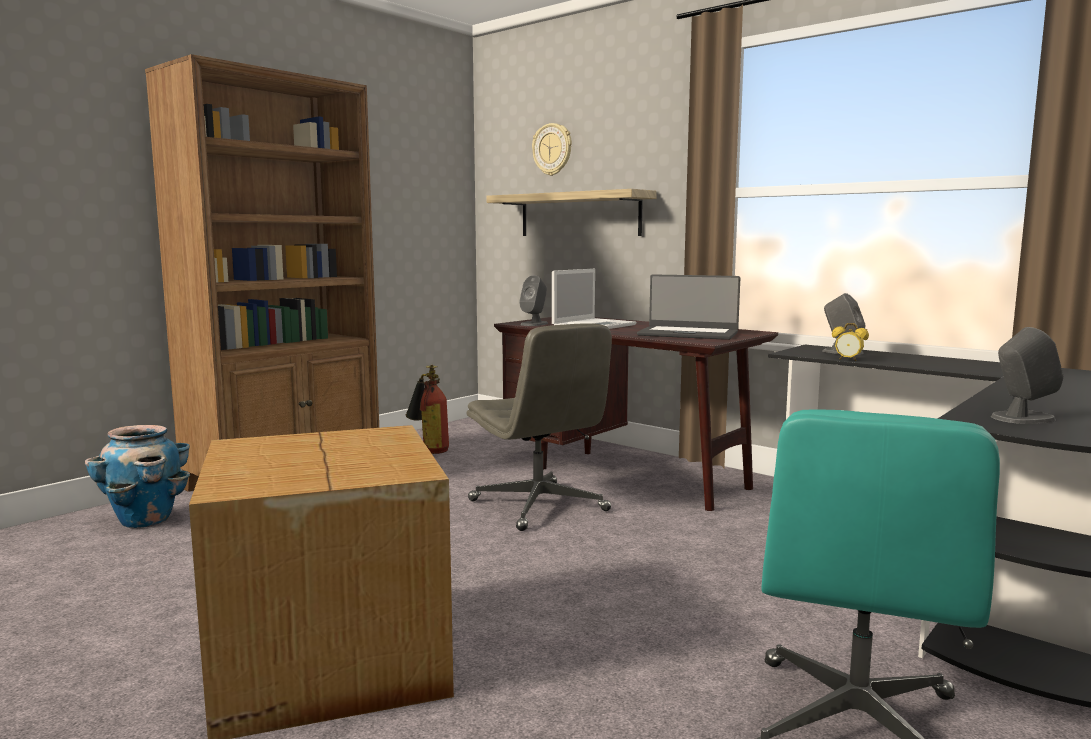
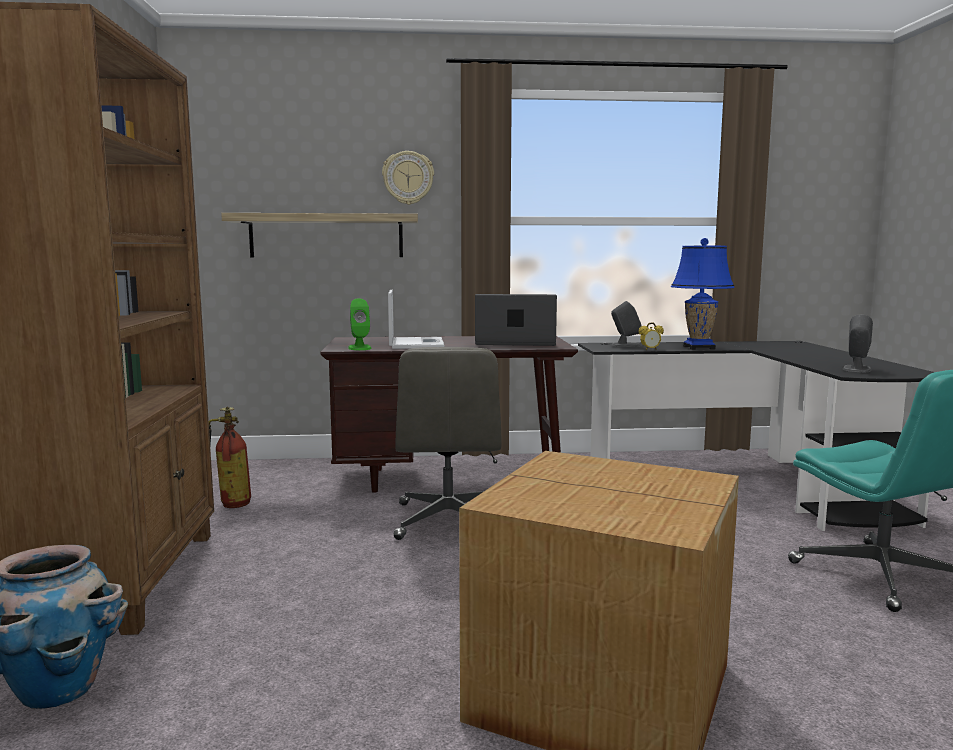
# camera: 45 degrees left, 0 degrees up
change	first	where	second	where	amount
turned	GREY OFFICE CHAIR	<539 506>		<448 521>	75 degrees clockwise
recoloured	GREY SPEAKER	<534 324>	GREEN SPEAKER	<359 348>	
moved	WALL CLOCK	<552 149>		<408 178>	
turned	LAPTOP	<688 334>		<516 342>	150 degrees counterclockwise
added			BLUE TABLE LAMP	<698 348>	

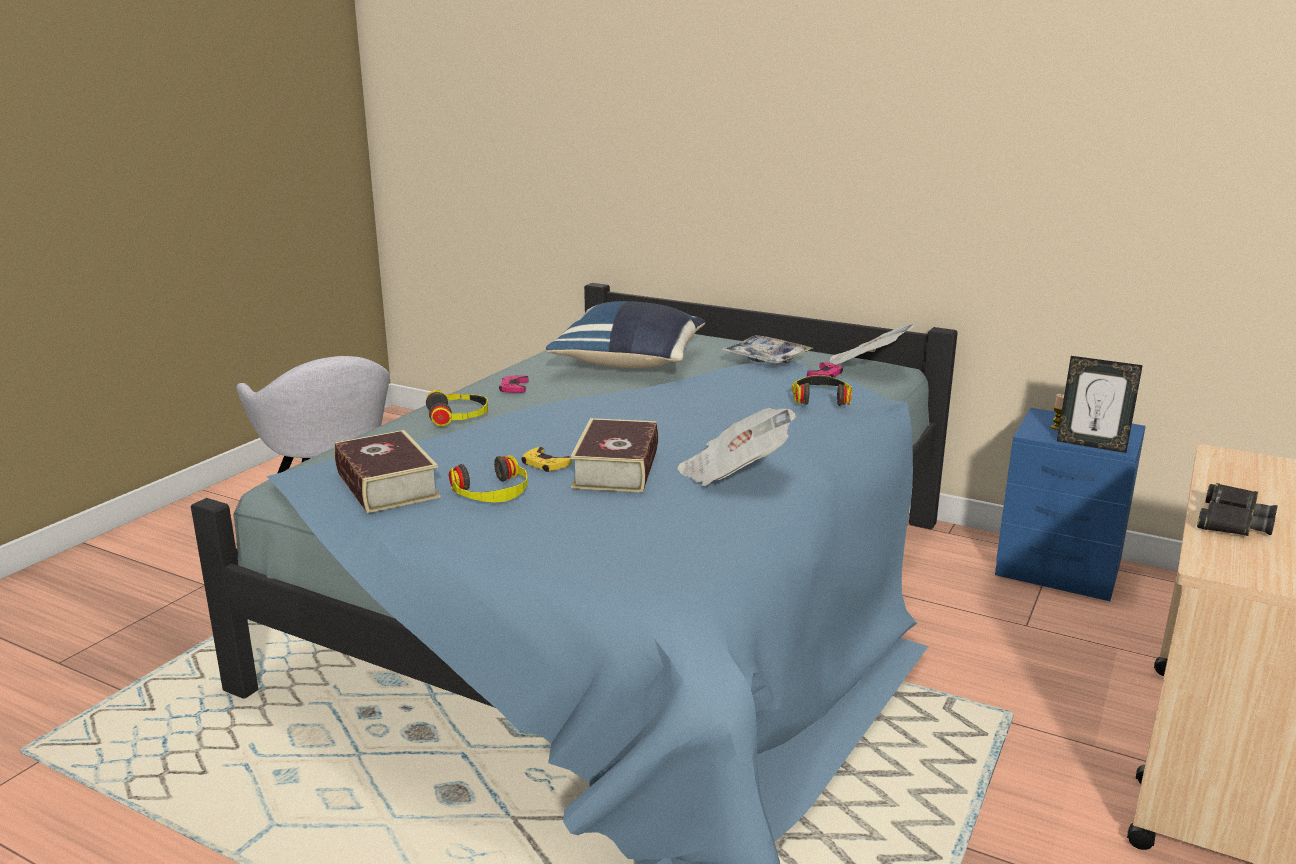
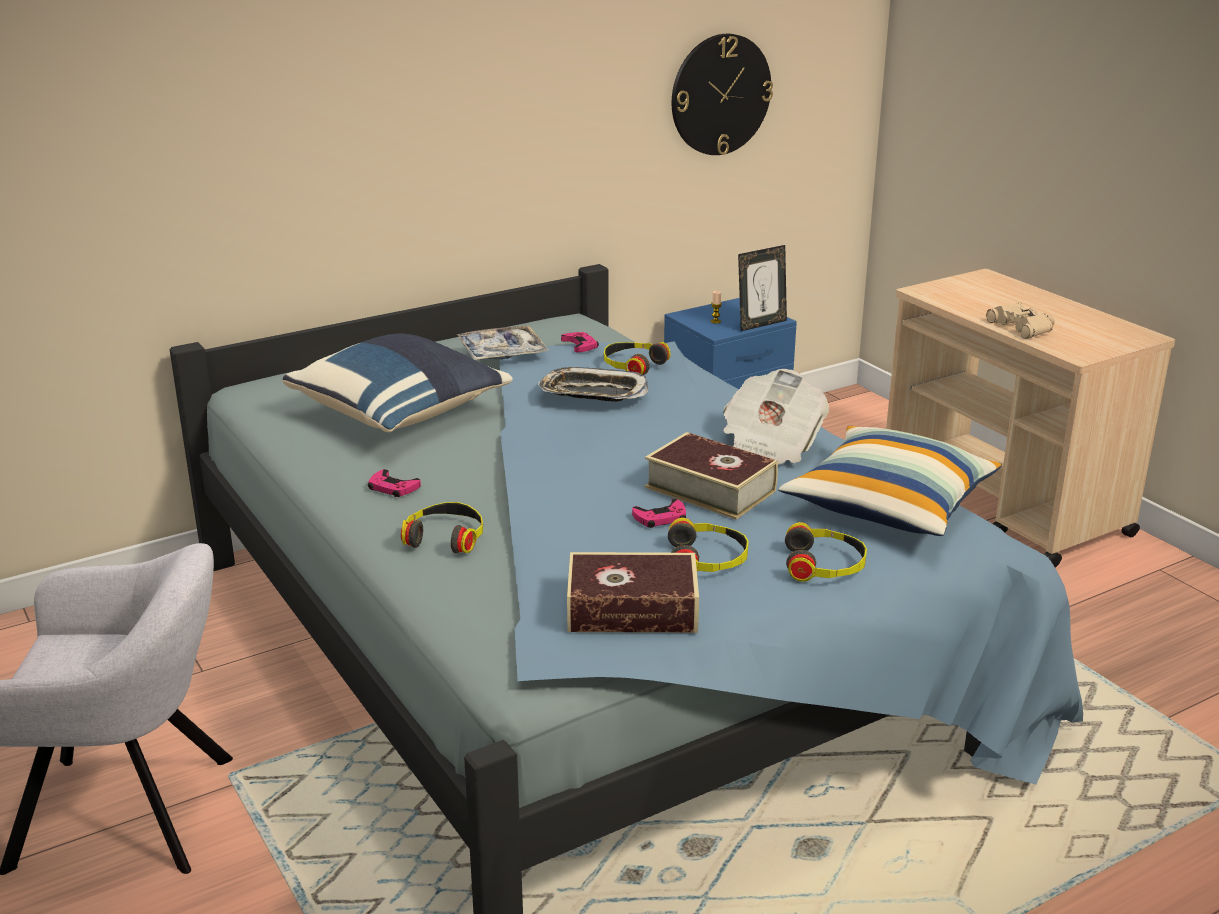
# camera: 60 degrees left, 5 degrees up
change	first	where	second	where	amount
recoloured	YELLOW GAME CONTROLLER	<545 464>	PINK GAME CONTROLLER	<660 518>	
removed	NEWSPAPER	<866 367>			
recoloured	BLACK BINOCULARS	<1231 520>	BEIGE BINOCULARS	<1021 327>	
added			TRAY	<593 393>	
added			WALL CLOCK	<720 94>	
added			PILLOW	<889 505>	
added			HEADPHONES	<824 565>	

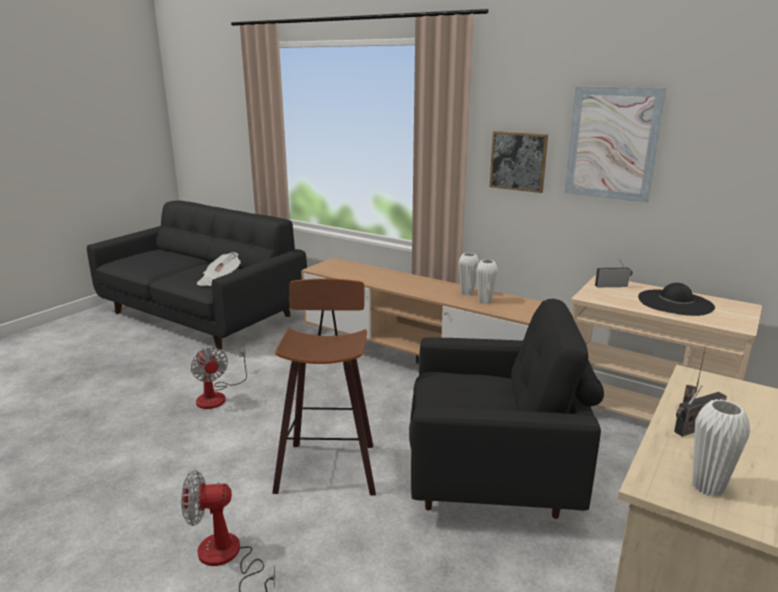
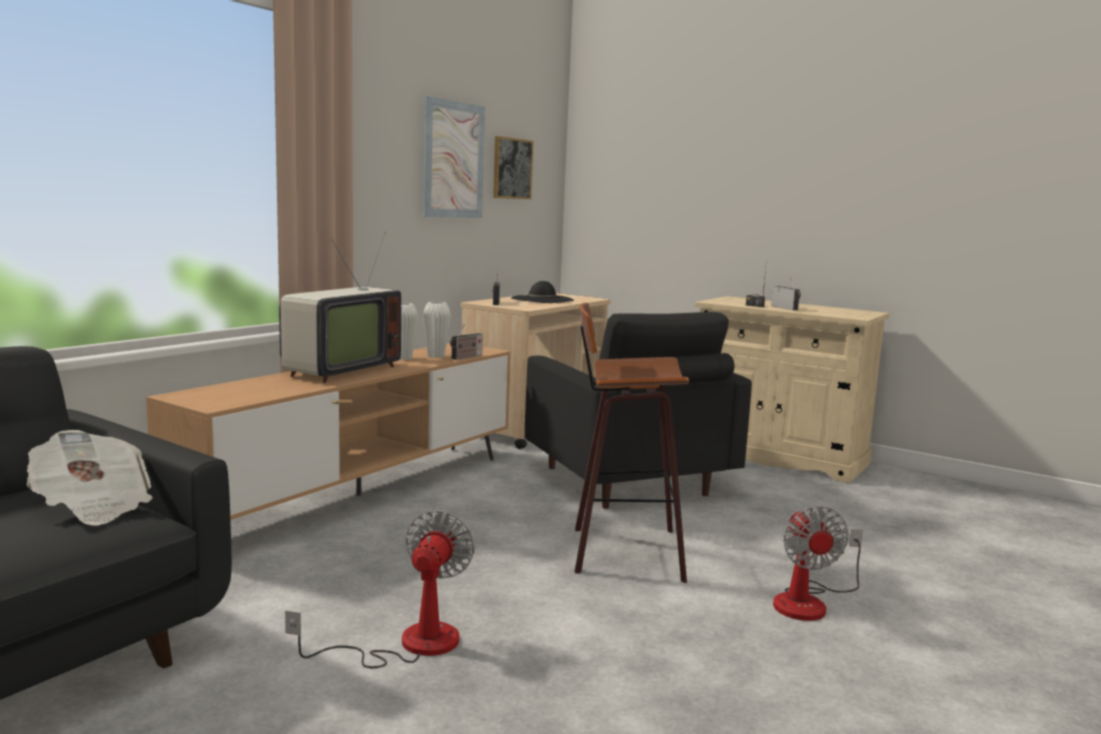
# camera: 90 degrees left, 10 degrees down
change	first	where	second	where	amount
turned	FAN	<217 395>		<408 645>	45 degrees counterclockwise
turned	BLACK ARMCHAIR	<492 476>		<627 482>	150 degrees clockwise
moved	PICTURE	<518 161>		<512 168>	
removed	WHITE VASE	<707 487>			
added			TELEVISION	<338 370>	
added			RADIO	<466 357>	

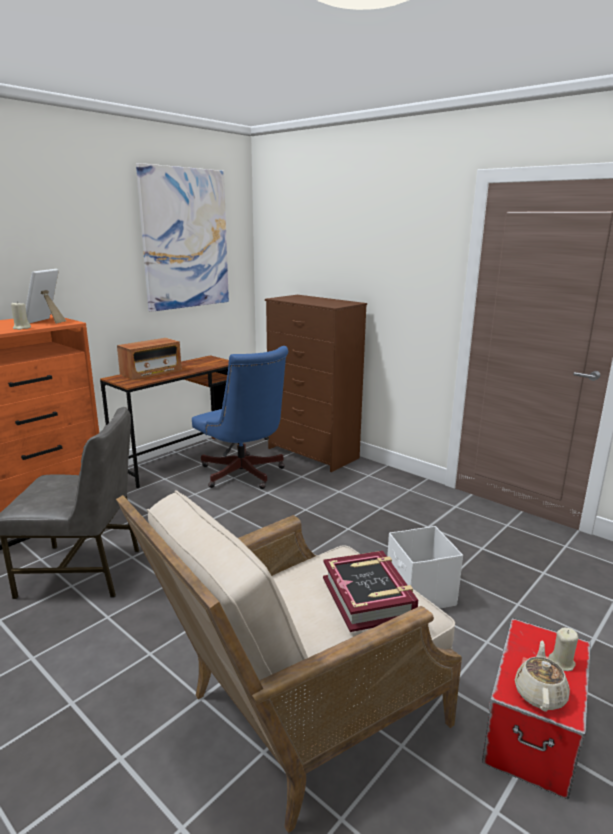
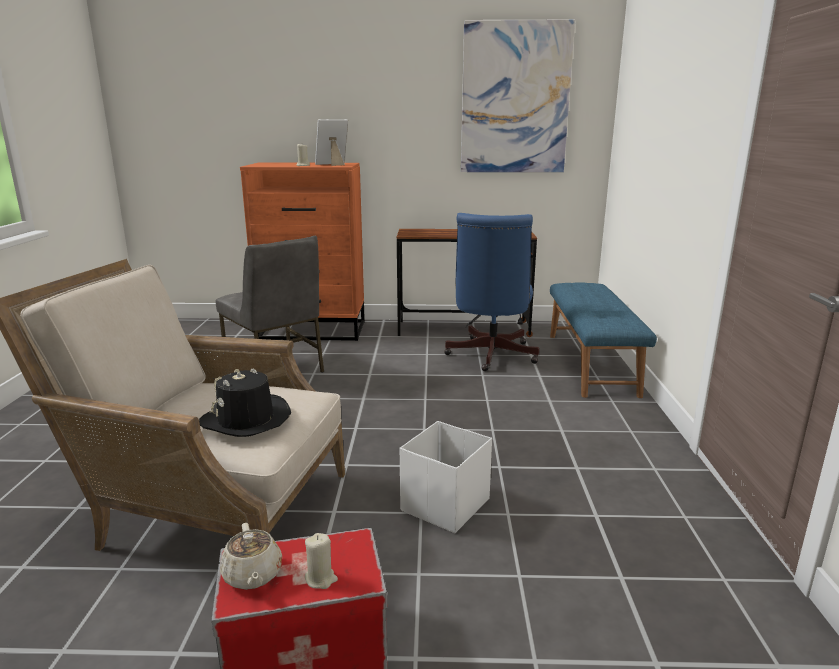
# camera: 50 degrees right, 0 degrees up
change	first	where	second	where	amount
removed	RADIO	<151 373>			
replaced	BROWN DRESSER	<313 453>	BLUE BENCH	<591 363>	
replaced	BOOK	<368 598>	BLACK HAT	<246 419>	
turned	BEIGE TEAPOT	<540 694>		<252 575>	90 degrees clockwise

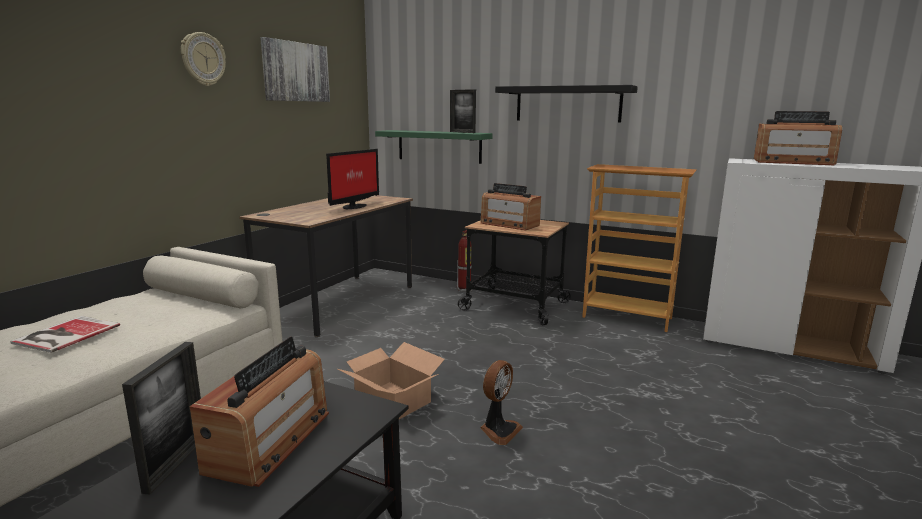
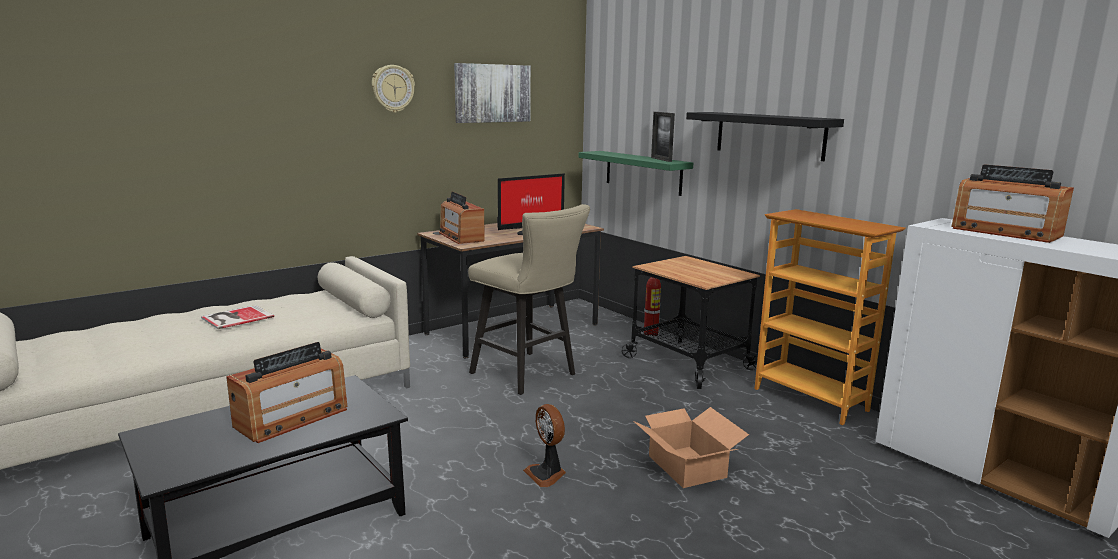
# camera: 25 degrees right, 0 degrees up
change	first	where	second	where	amount
removed	PICTURE FRAME	<176 463>			
moved	CARDBOARD BOX	<392 401>		<686 467>	
turned	FAN	<499 430>		<547 474>	90 degrees clockwise
moved	RADIO	<509 224>		<461 237>	
added			BEIGE STOOL	<528 375>	

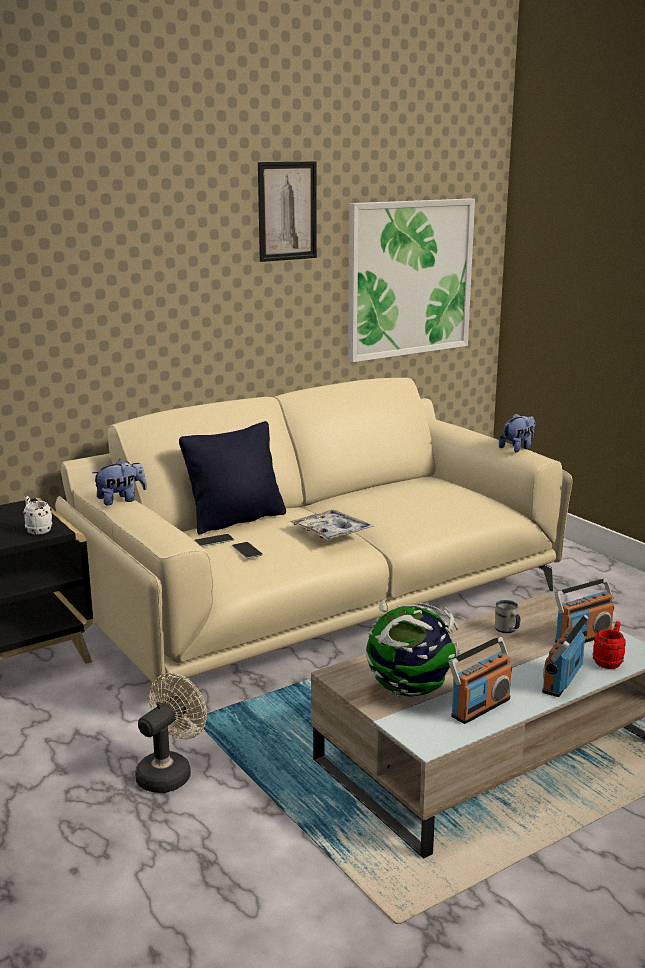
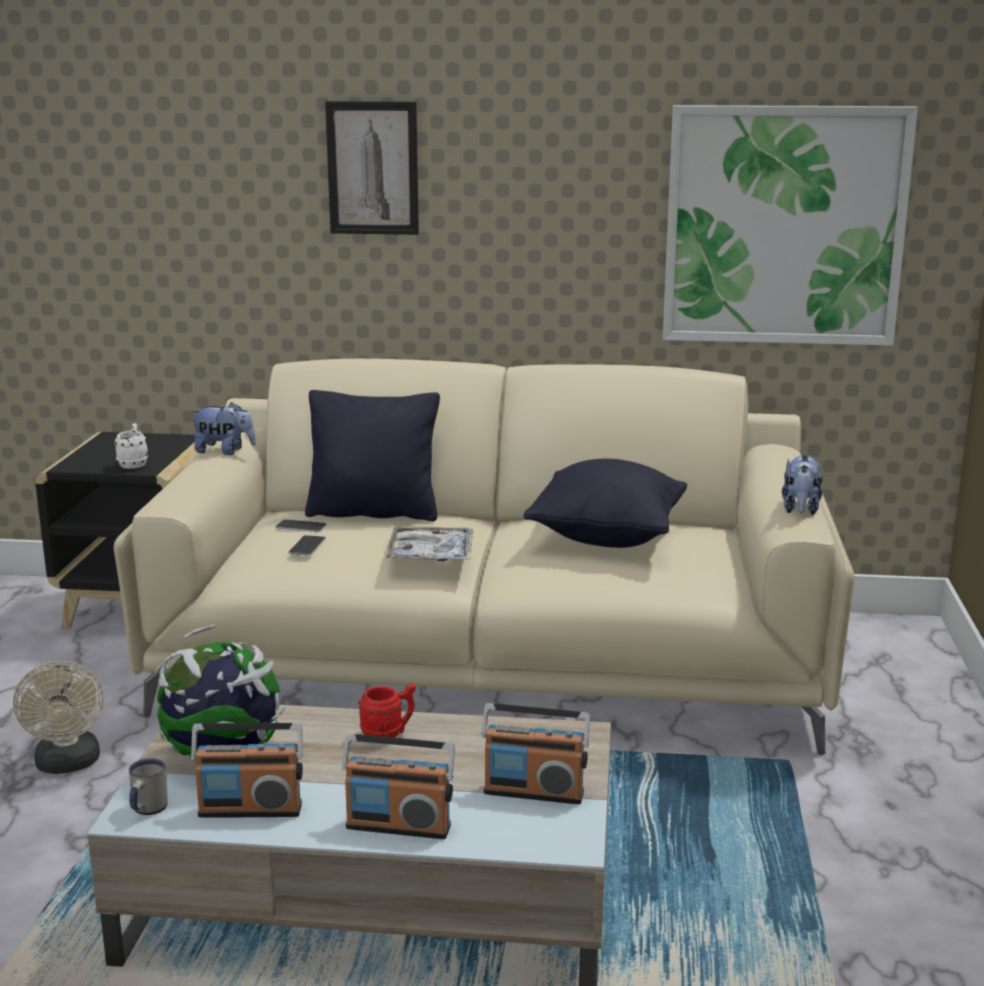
# camera: 40 degrees right, 0 degrees up
change	first	where	second	where	amount
turned	BEIGE FAN	<169 772>		<68 765>	90 degrees clockwise
moved	PICTURE	<287 211>		<373 168>	
moved	WHITE MUG	<507 631>		<146 810>	
turned	PLUSH TOY	<517 448>		<800 510>	105 degrees clockwise
turned	RADIO	<562 680>		<398 826>	150 degrees counterclockwise
moved	RED MUG	<609 661>		<388 734>	
added			BLACK PILLOW	<607 537>	

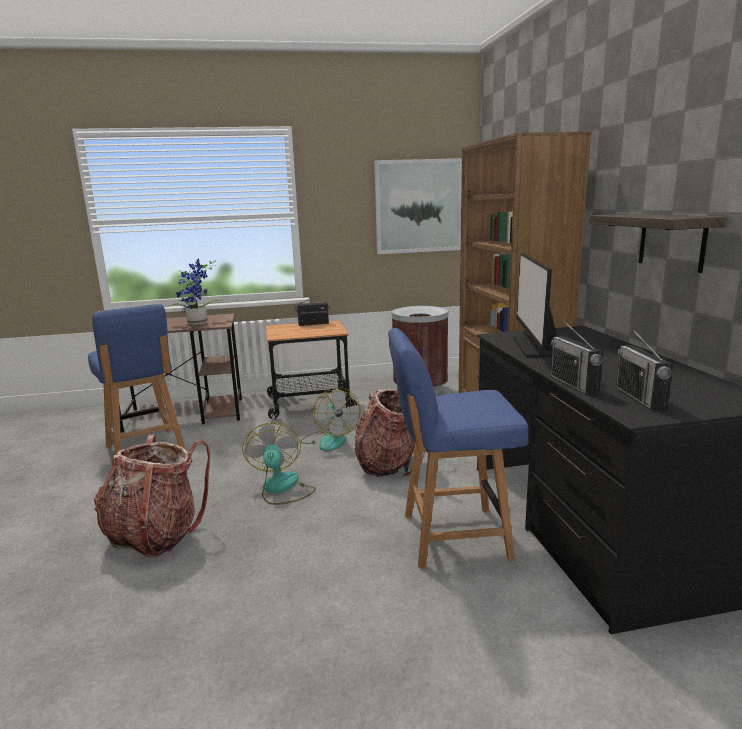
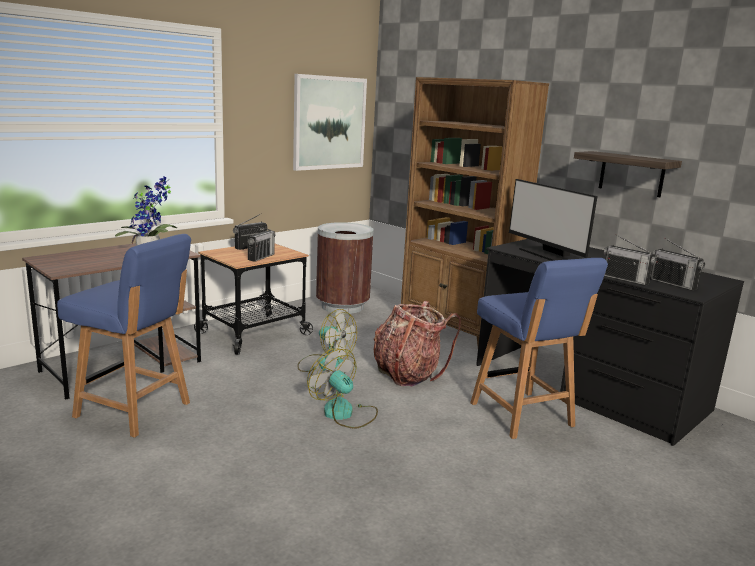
# camera: 35 degrees left, 0 degrees up
change	first	where	second	where	amount
removed	BACKPACK	<156 535>			
turned	BLUE CHAIR	<452 536>		<522 415>	75 degrees counterclockwise
added			RADIO	<261 257>	

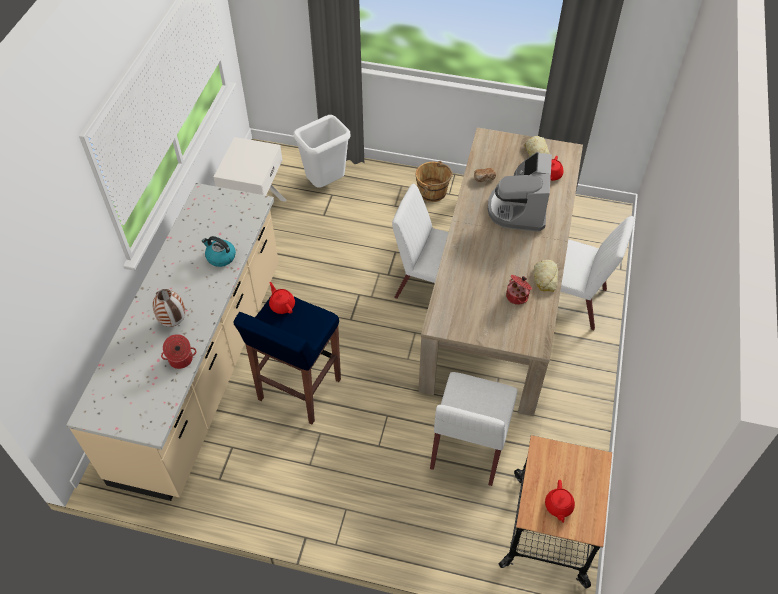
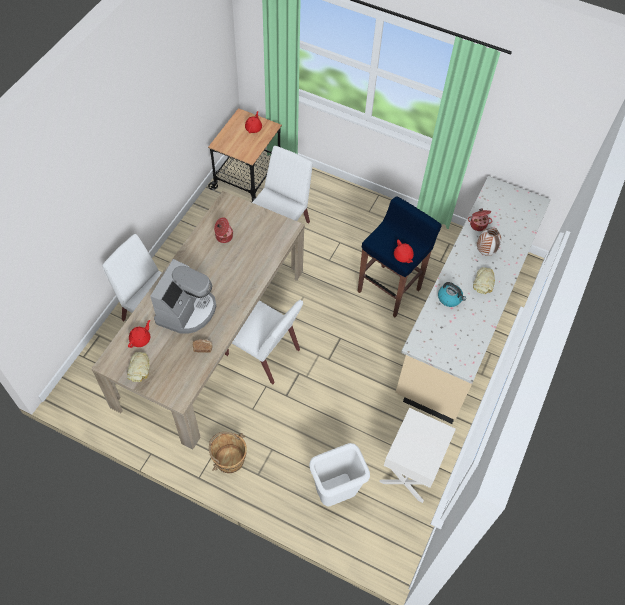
# camera: 170 degrees left, 5 degrees up
change	first	where	second	where	amount
moved	BREAD	<545 278>		<483 282>	

